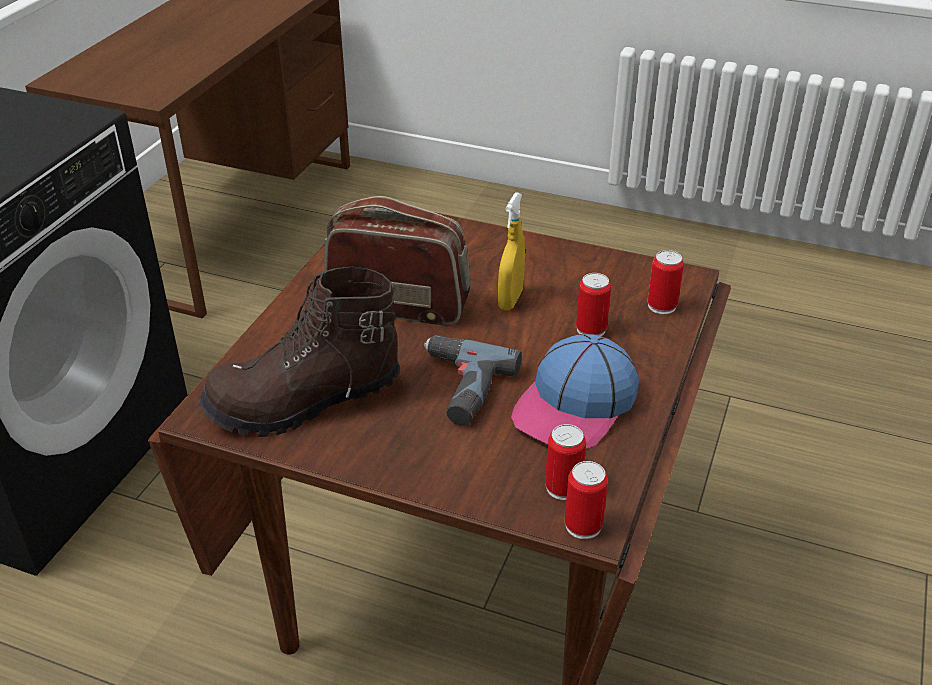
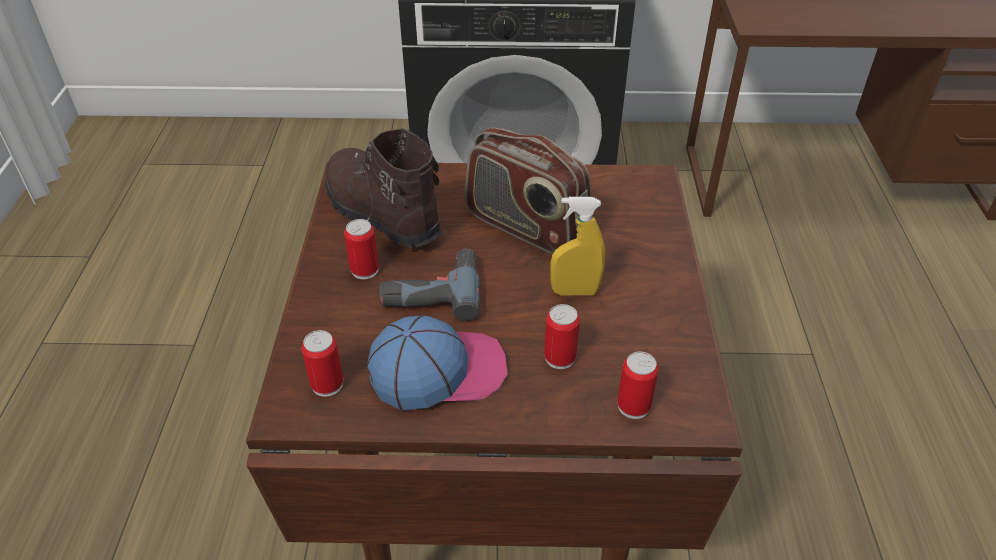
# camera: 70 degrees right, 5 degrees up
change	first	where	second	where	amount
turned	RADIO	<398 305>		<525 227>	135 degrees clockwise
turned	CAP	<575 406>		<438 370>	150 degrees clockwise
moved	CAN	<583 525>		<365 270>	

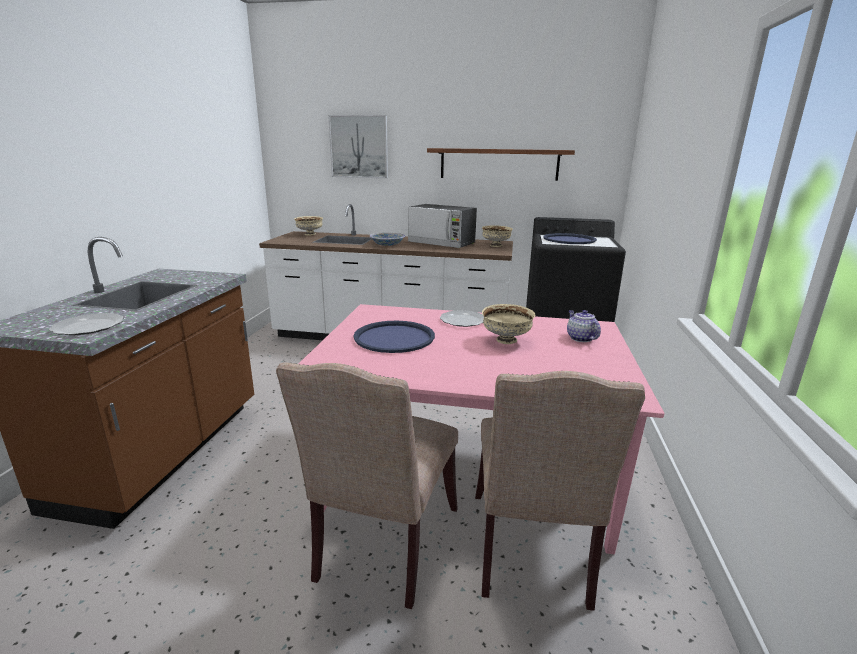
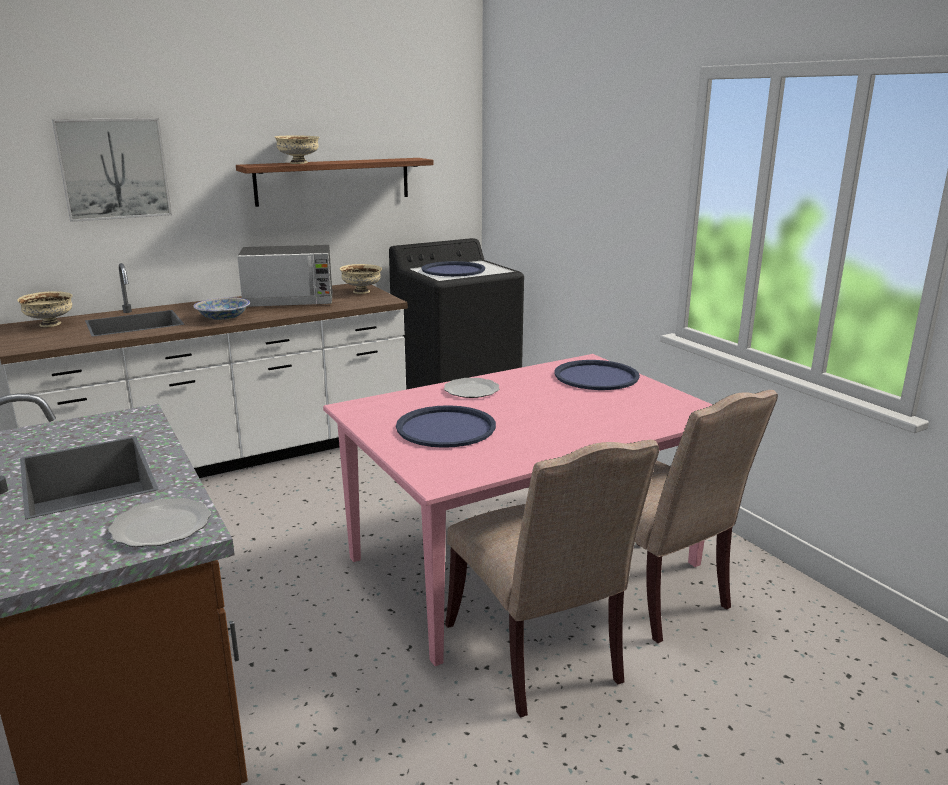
# camera: 40 degrees left, 0 degrees up
change	first	where	second	where	amount
moved	BEIGE BOWL	<506 341>		<299 163>	
replaced	TEAPOT	<580 338>	BLUE TRAY	<596 376>	

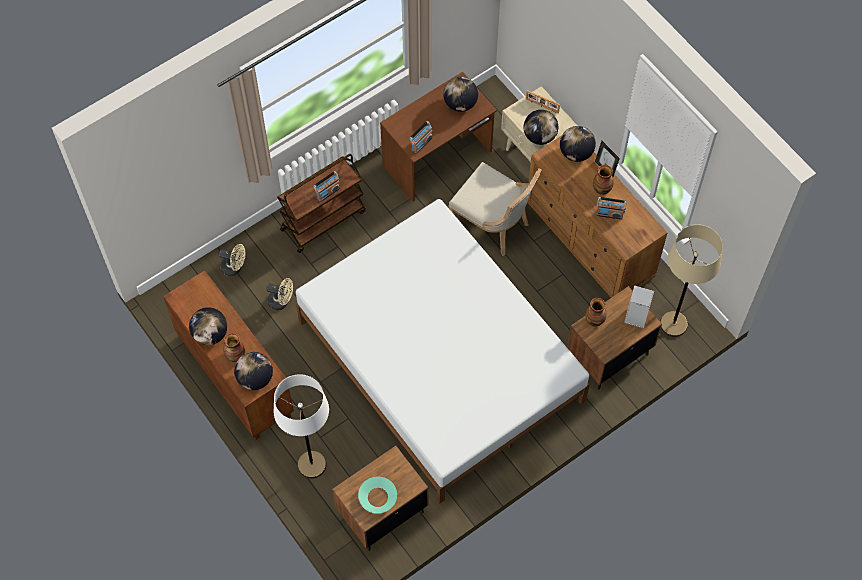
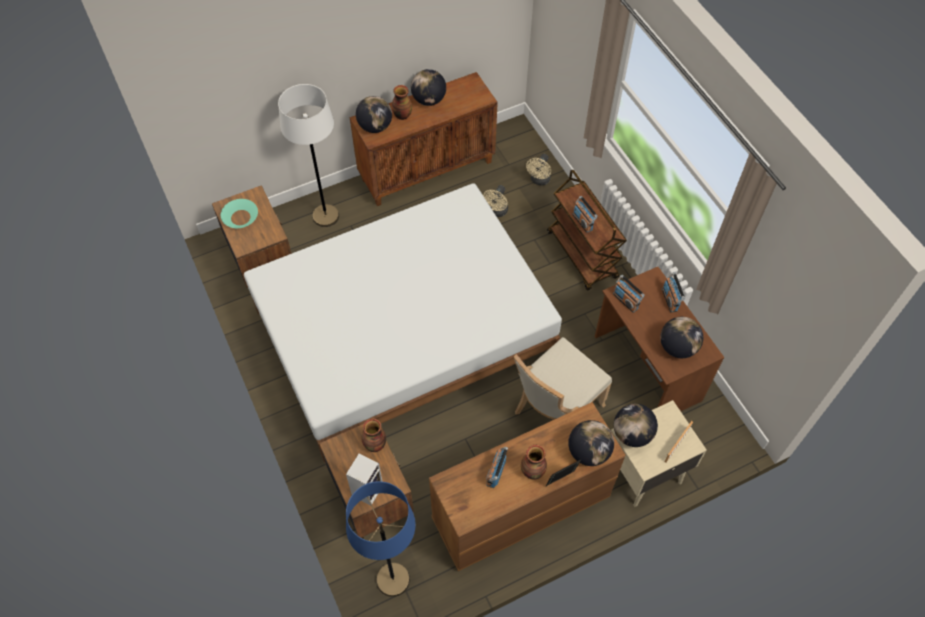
# camera: 100 degrees right, 5 degrees down
change	first	where	second	where	amount
recoloured	BEIGE FLOOR LAMP	<673 324>	BLUE FLOOR LAMP	<393 580>	
added			RADIO	<670 299>	

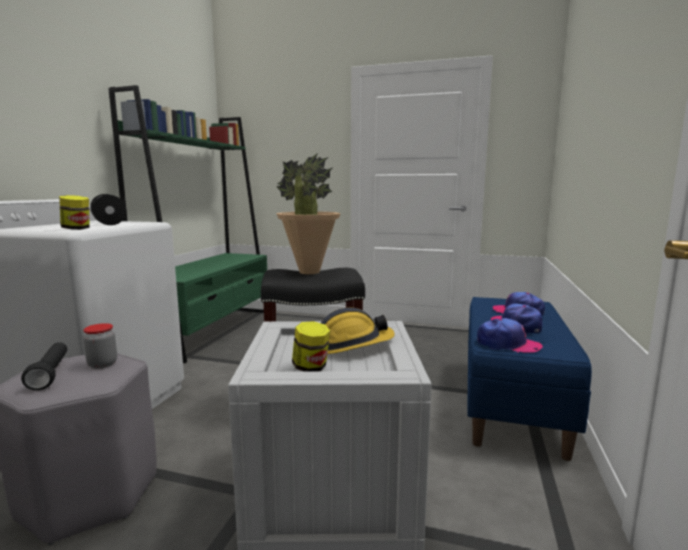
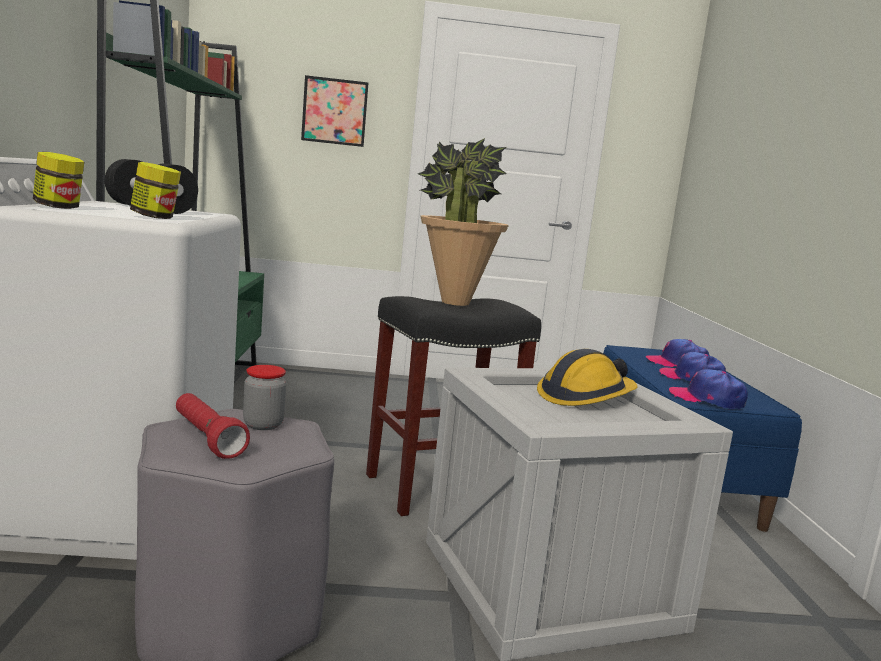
# camera: 20 degrees left, 0 degrees up
change	first	where	second	where	amount
recoloured	BLACK FLASHLIGHT	<50 374>	RED FLASHLIGHT	<207 439>	
moved	JAR	<311 367>		<58 207>	
turned	CAP	<507 344>		<707 399>	150 degrees counterclockwise
added			PICTURE	<334 111>	

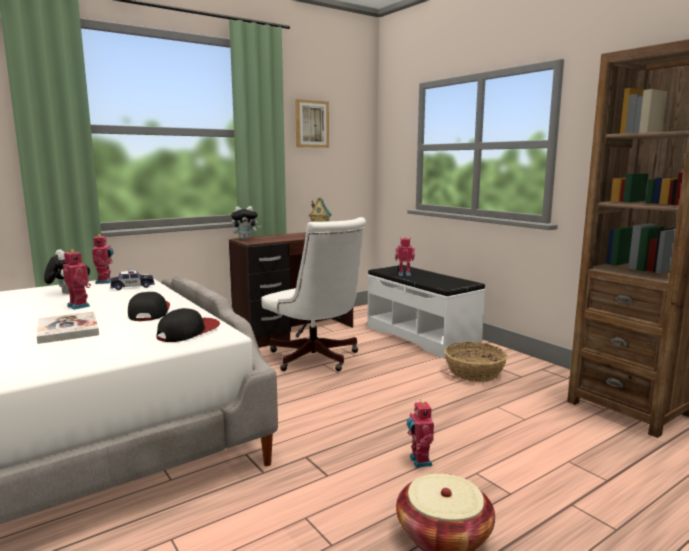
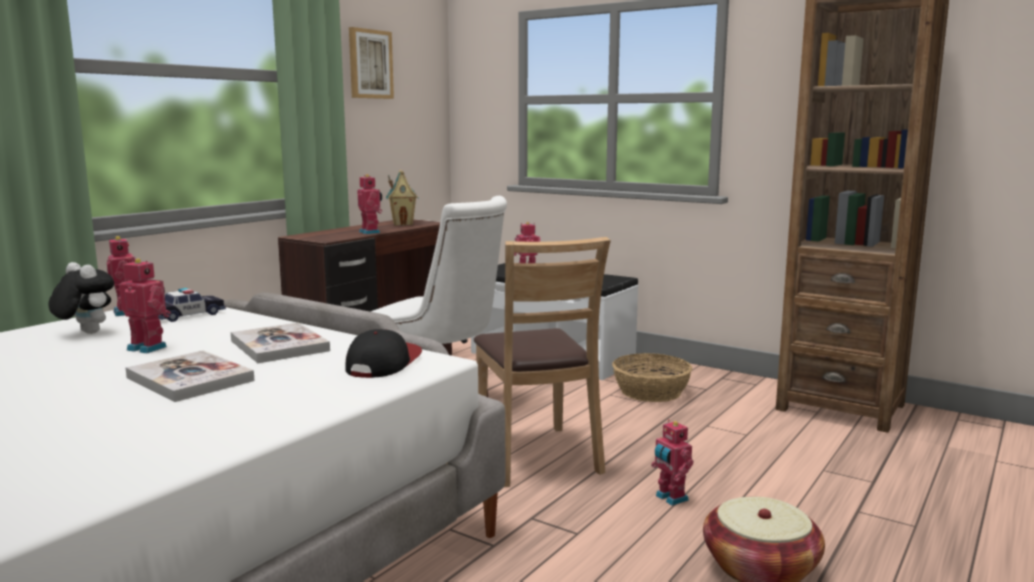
# camera: 20 degrees left, 0 degrees up
change	first	where	second	where	amount
replaced	CAP	<149 312>	BOOK	<279 346>	
removed	PLUSH TOY	<246 239>			
added			TOY ROBOT	<371 232>	
added			BROWN CHAIR	<536 456>	

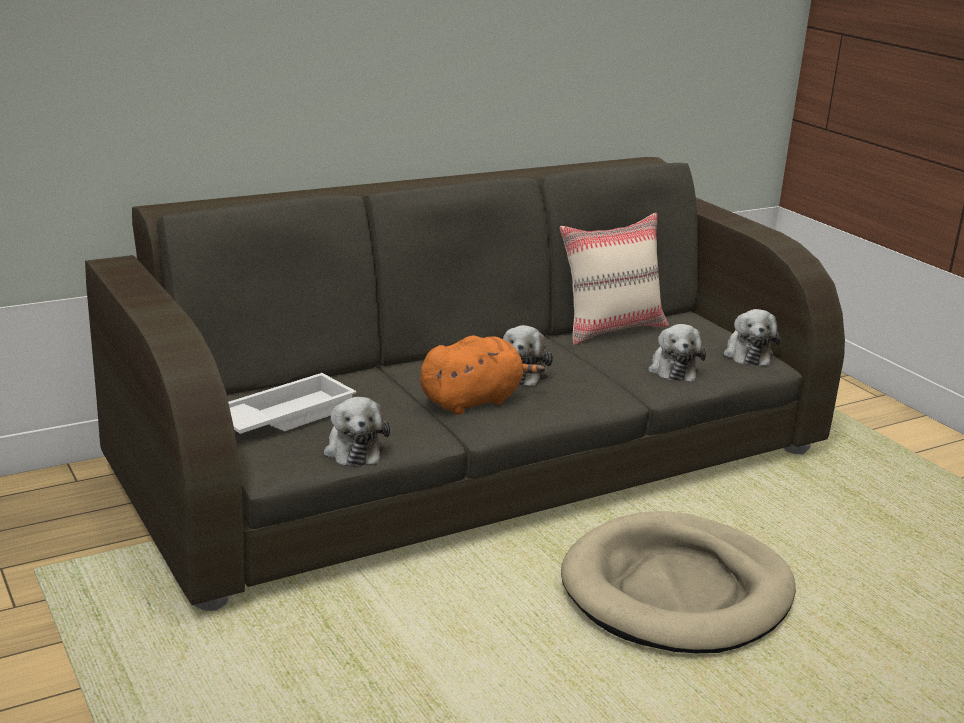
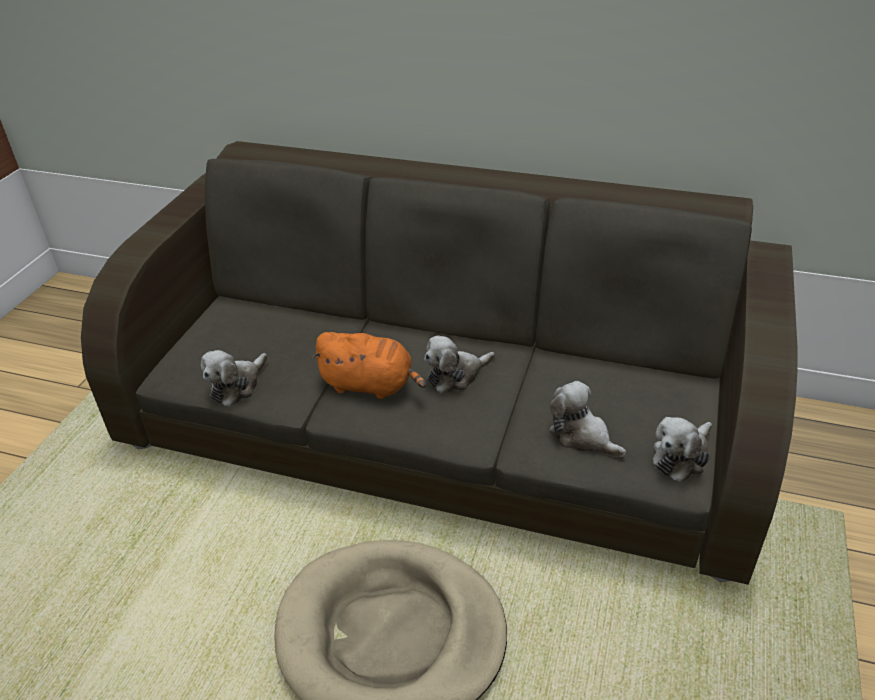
# camera: 50 degrees right, 15 degrees up
change	first	where	second	where	amount
removed	WHITE TRAY	<283 416>			
removed	BEIGE PILLOW	<611 329>			
turned	PLUSH TOY	<672 370>		<582 436>	90 degrees clockwise

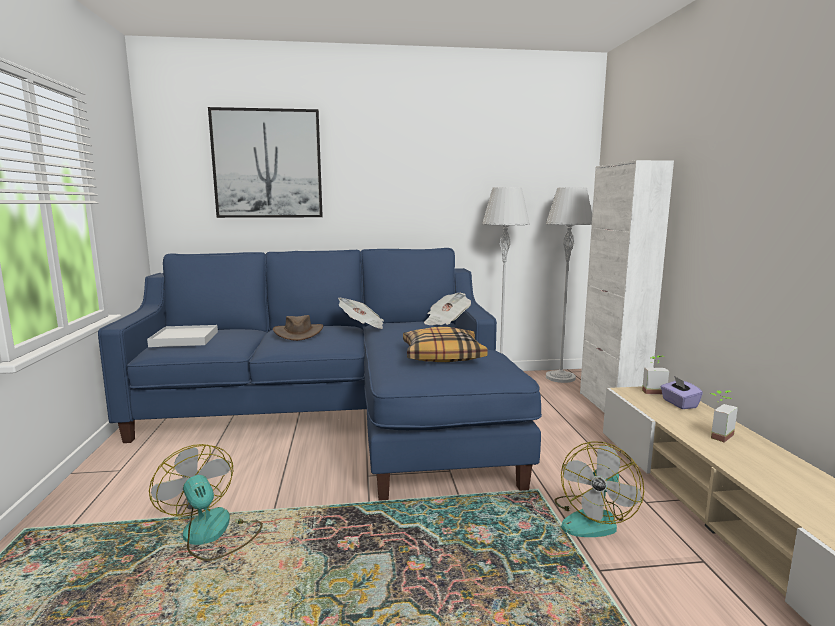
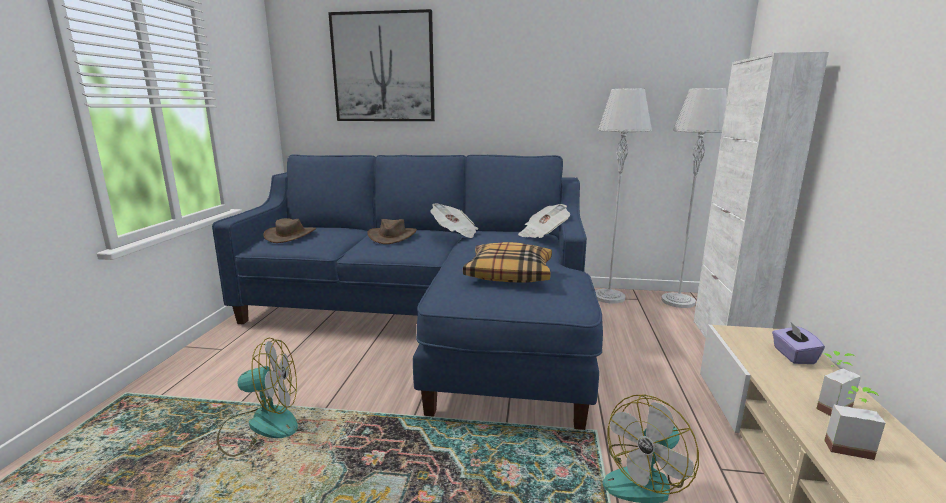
# camera: 15 degrees right, 5 degrees up
change	first	where	second	where	amount
replaced	WHITE TRAY	<185 339>	BROWN HAT	<291 235>	
turned	FAN	<212 535>		<261 425>	105 degrees clockwise
moved	POTTED PLANT	<652 390>		<845 444>	

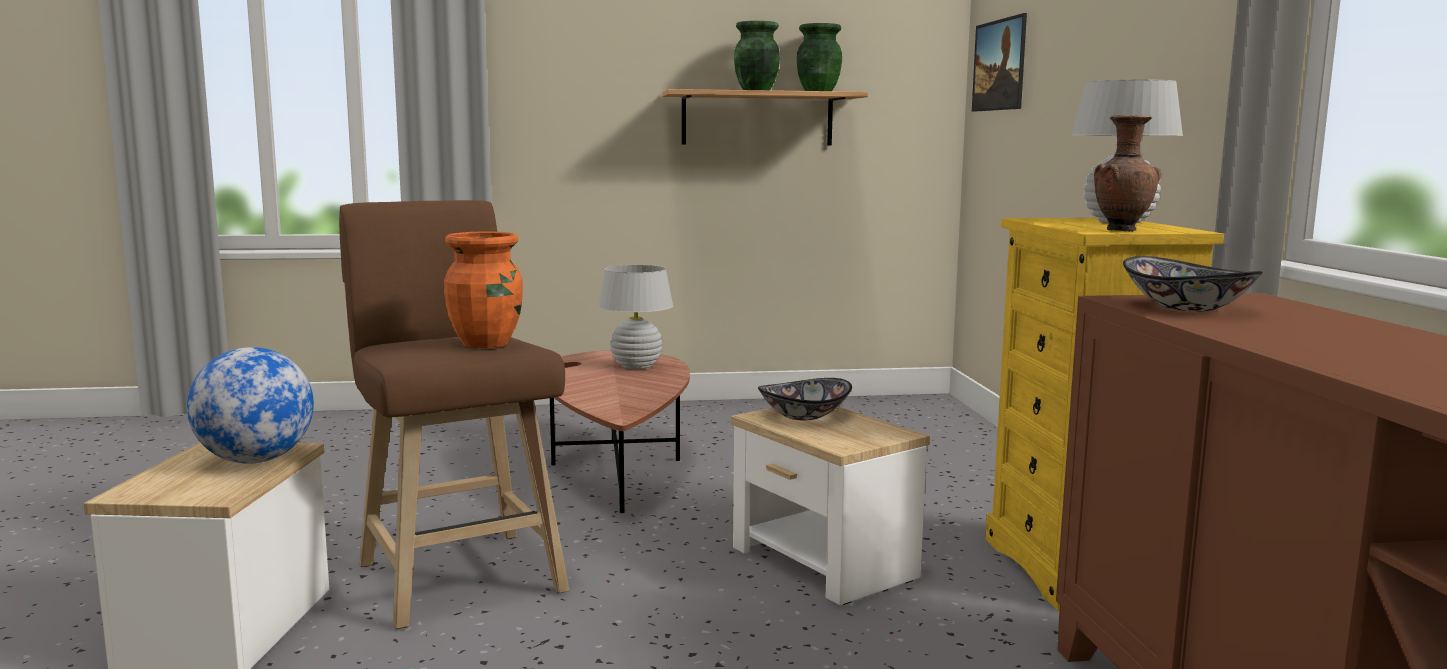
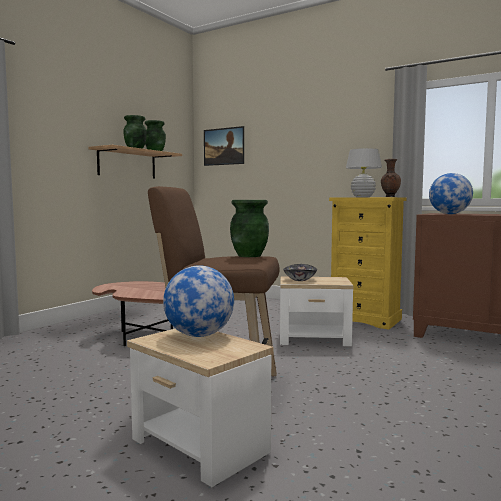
# camera: 50 degrees left, 5 degrees down
change	first	where	second	where	amount
recoloured	ORANGE VASE	<487 343>	GREEN VASE	<249 256>	
removed	WHITE TABLE LAMP	<636 366>			
replaced	BOWL	<1185 307>	GLOBE	<449 214>	

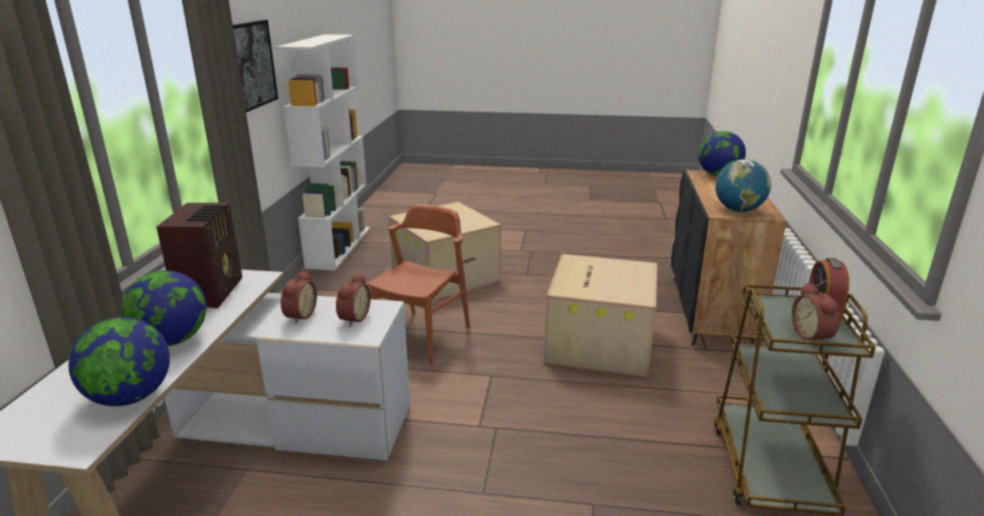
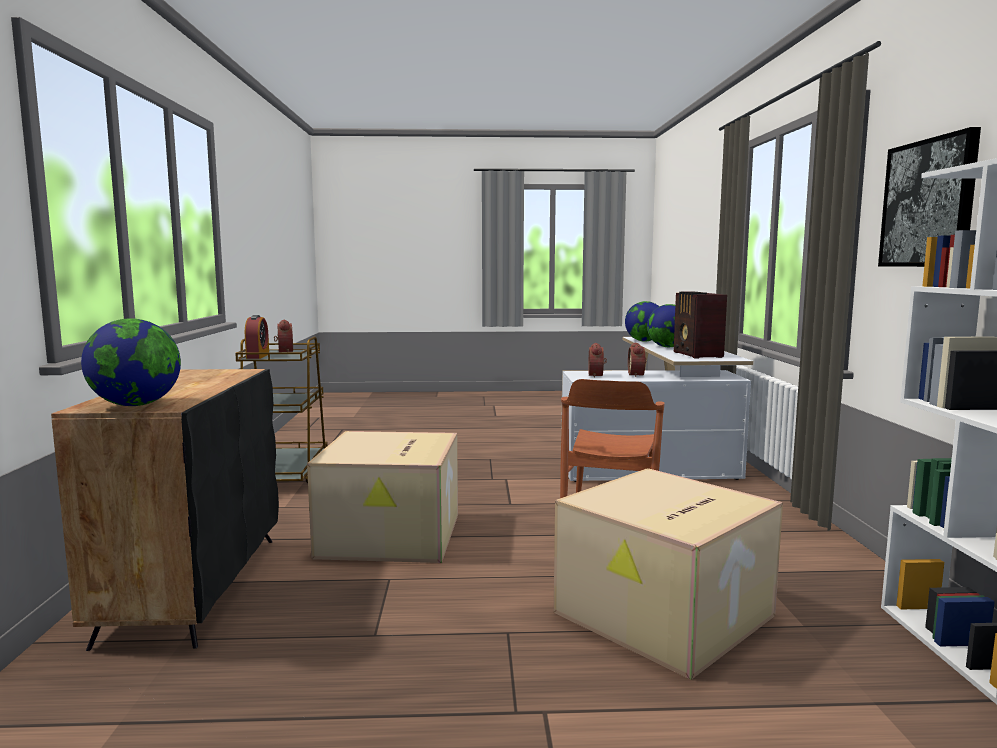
# camera: 170 degrees right, 15 degrees down
change	first	where	second	where	amount
removed	GLOBE	<738 210>			

